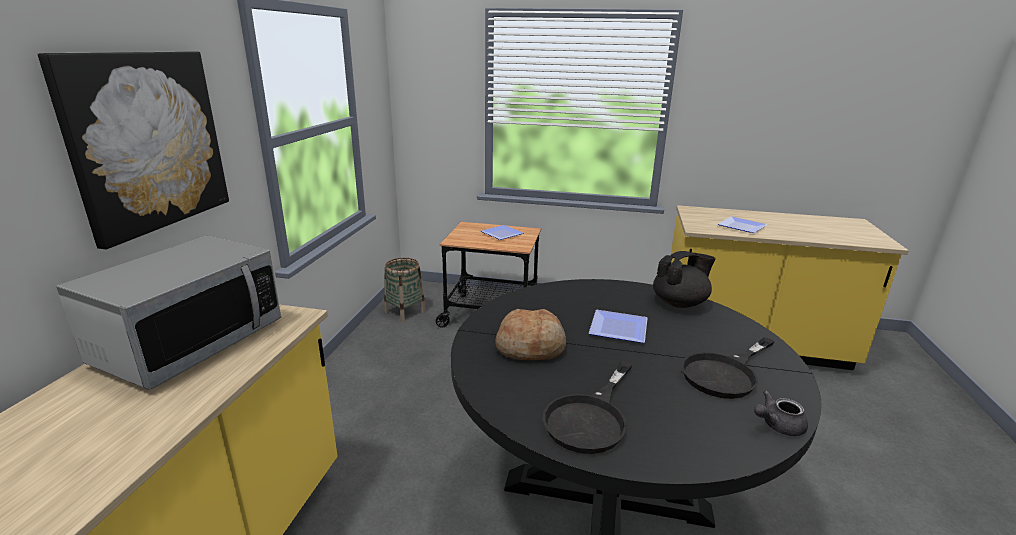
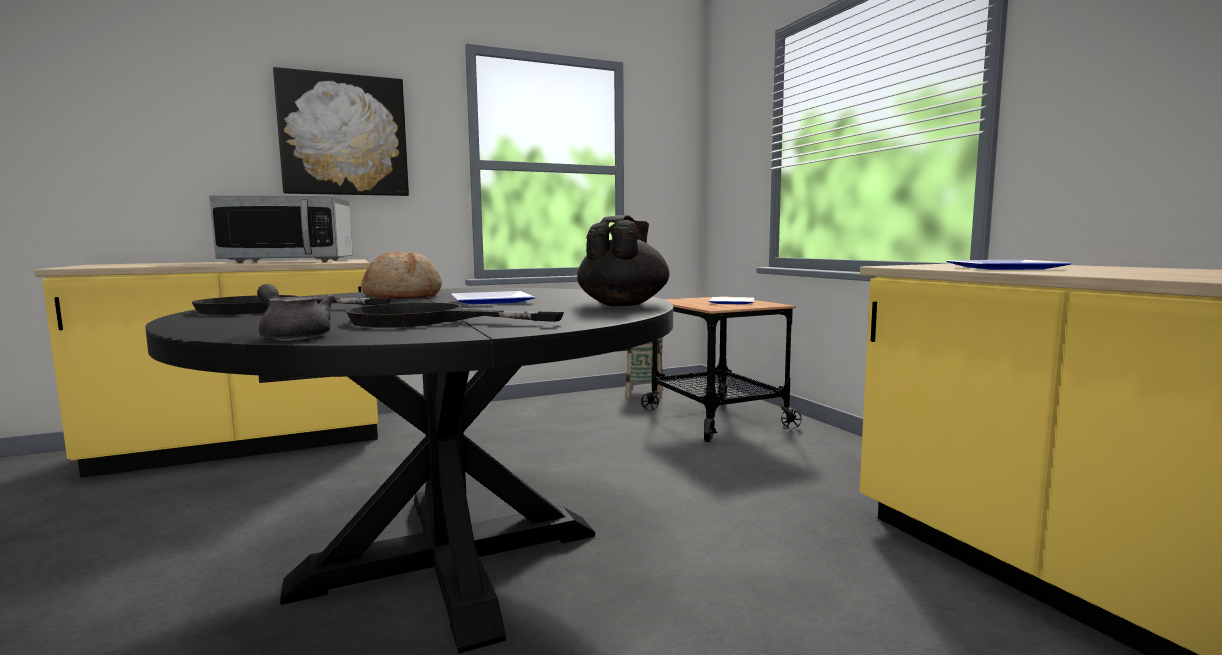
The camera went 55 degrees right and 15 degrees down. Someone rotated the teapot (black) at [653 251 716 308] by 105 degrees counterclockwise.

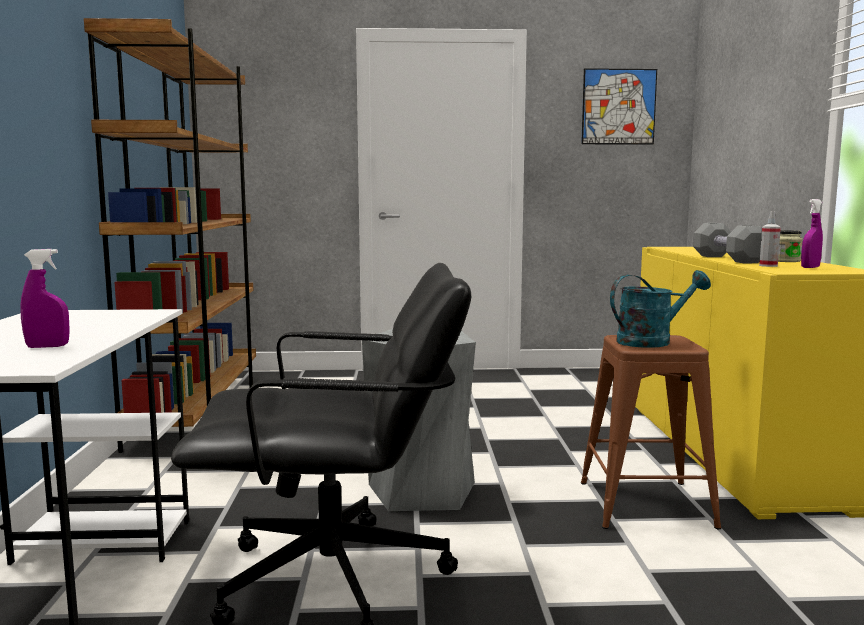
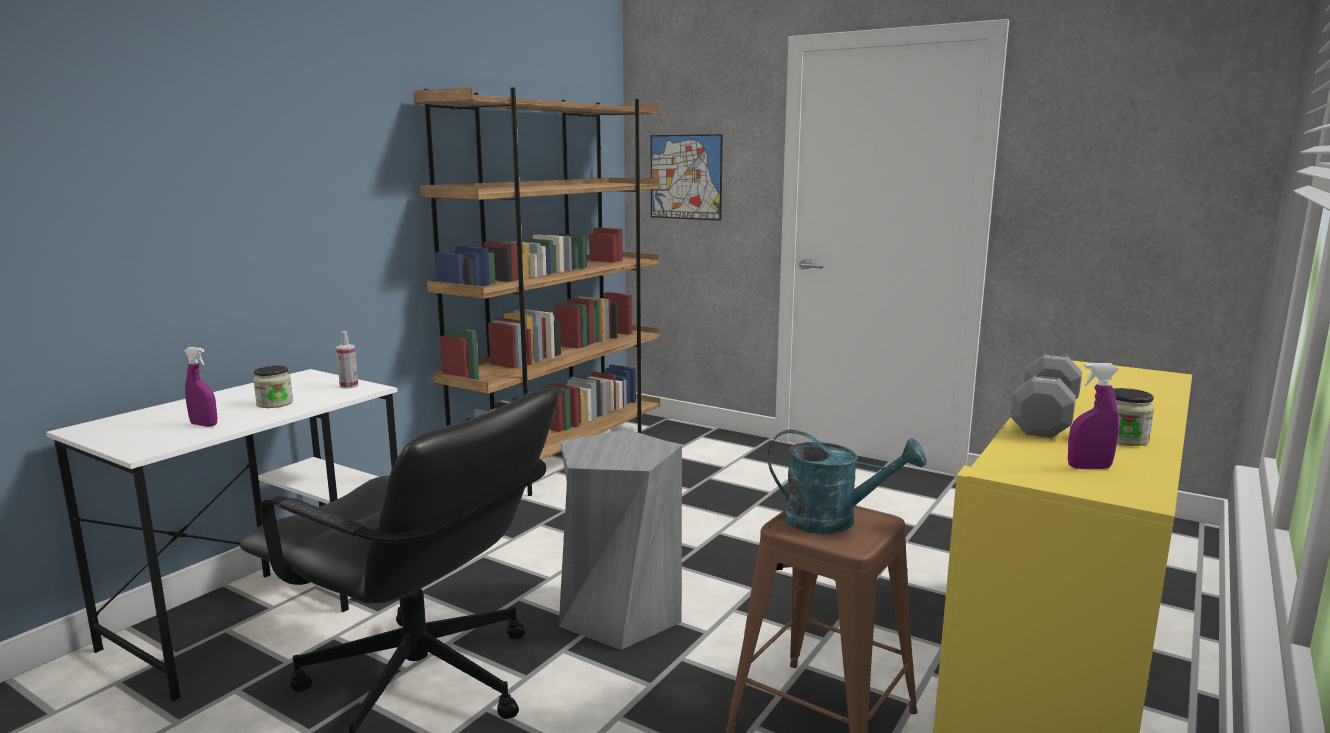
The camera went 35 degrees right and 5 degrees up. Someone put down the jar at [253 365 293 408]. Someone carried the spray bottle from [759 211 781 267] to [336 331 358 388]. Someone carried the picture from [581 68 657 145] to [651 134 723 221].

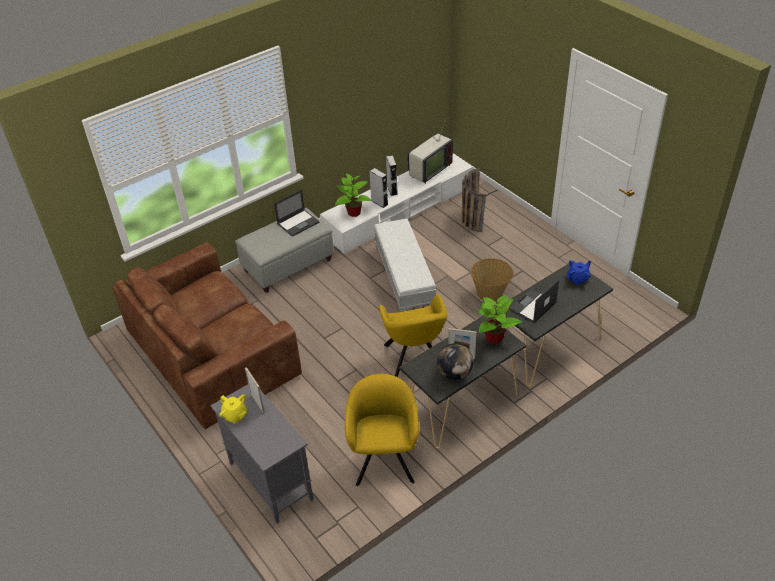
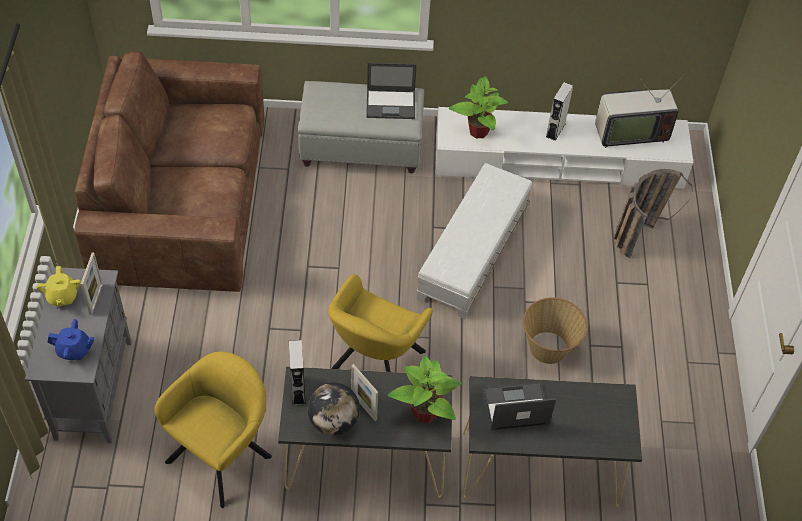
The camera went 35 degrees right and 10 degrees up. Someone carried the teapot (blue) from [567 260 591 285] to [48 319 95 360]. Someone carried the speaker (grey) from [369 168 388 208] to [289 340 306 406].

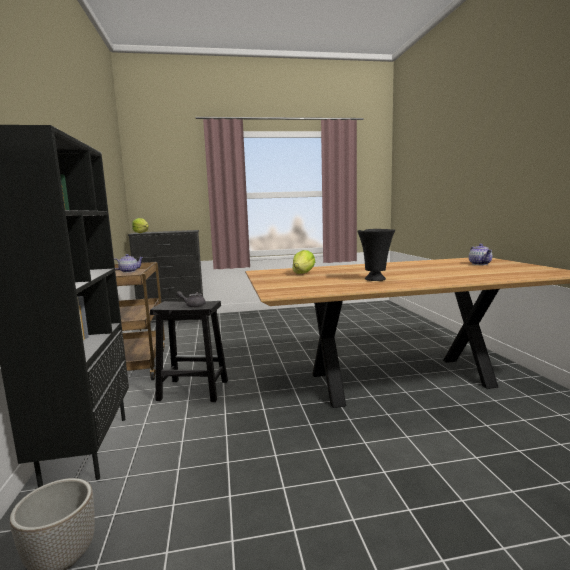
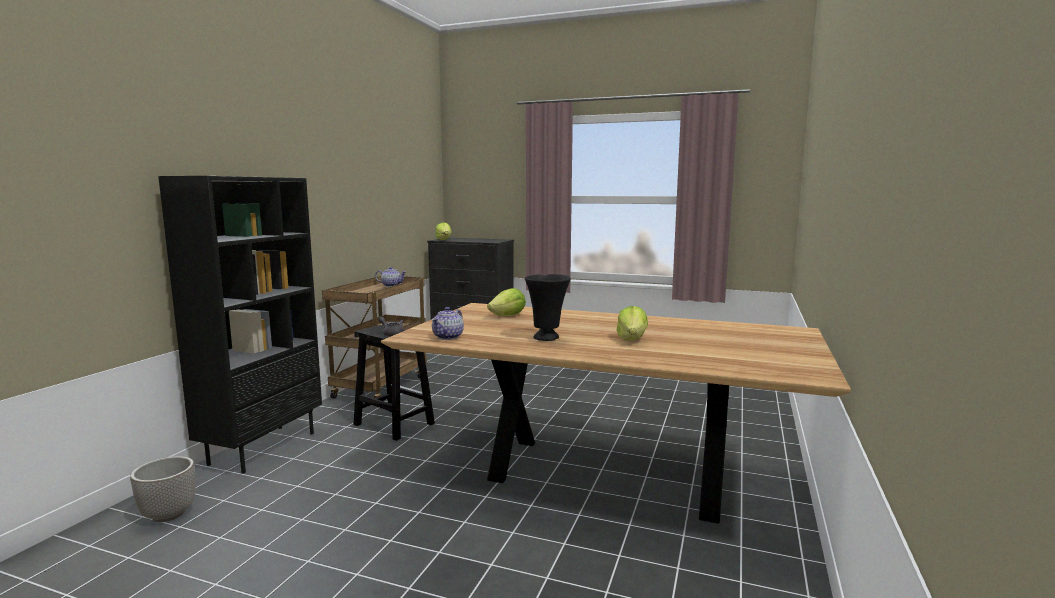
The camera went 30 degrees right and 0 degrees up. Someone carried the teapot from [469 244 492 265] to [432 307 464 340]. Someone put down the lettuce at [617 306 648 340].

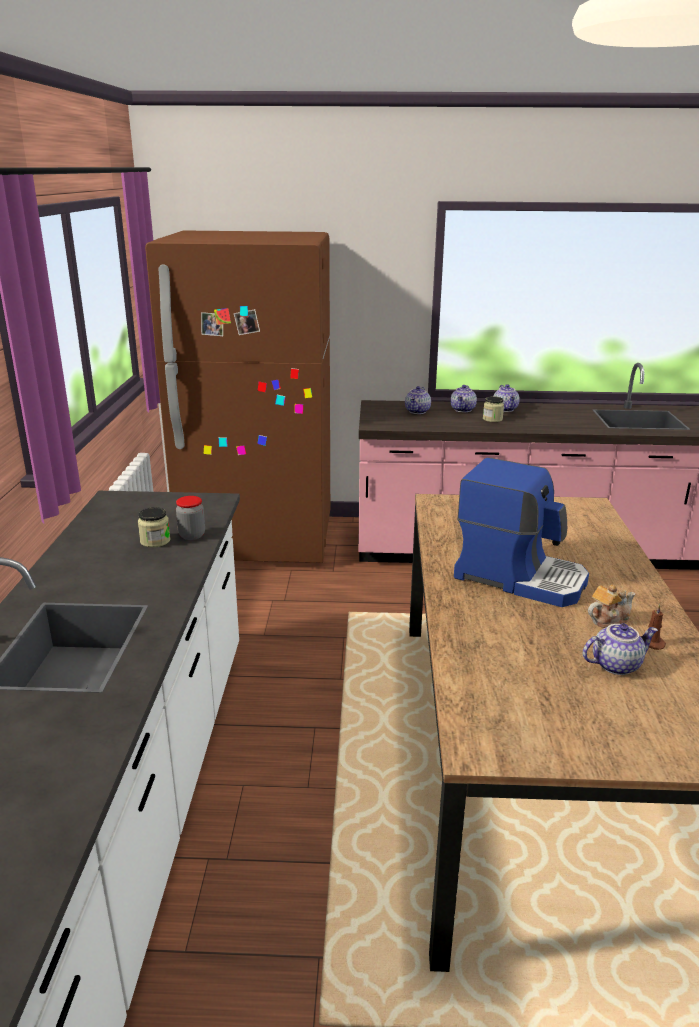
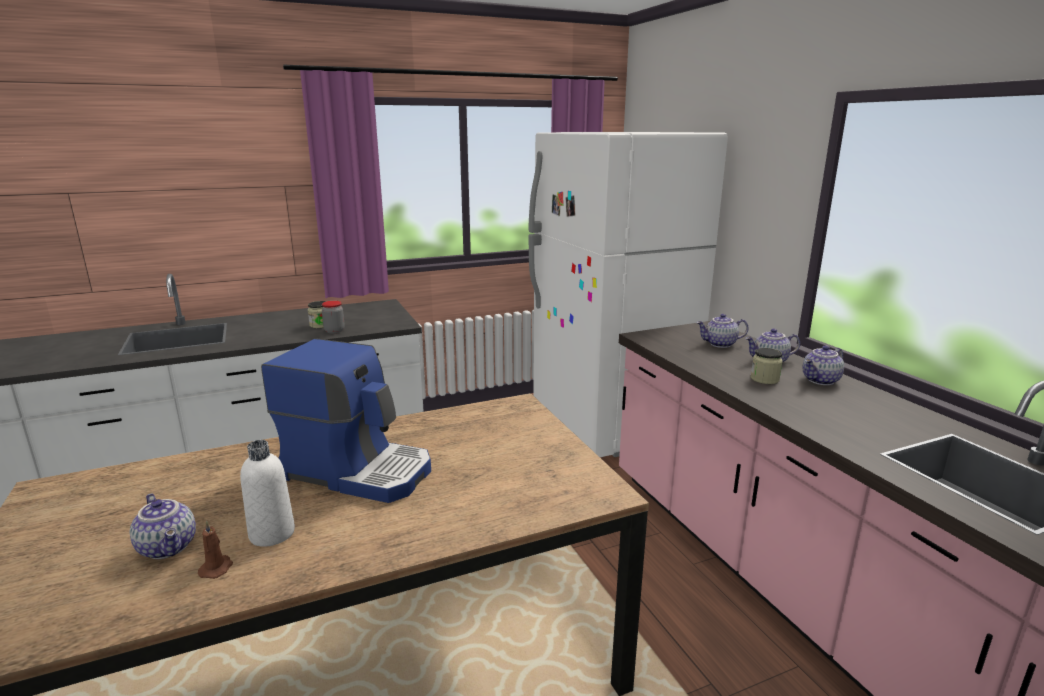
The camera went 65 degrees right and 5 degrees down. Someone swapped the teapot at [588 584 635 628] for the bottle (white) at [240 440 295 547]. Someone rotated the coffee machine at [454 457 589 607] by 75 degrees counterclockwise. Someone repainted the fridge (brown) at [145 231 330 563], which became the fridge (white) at [528 132 728 457].

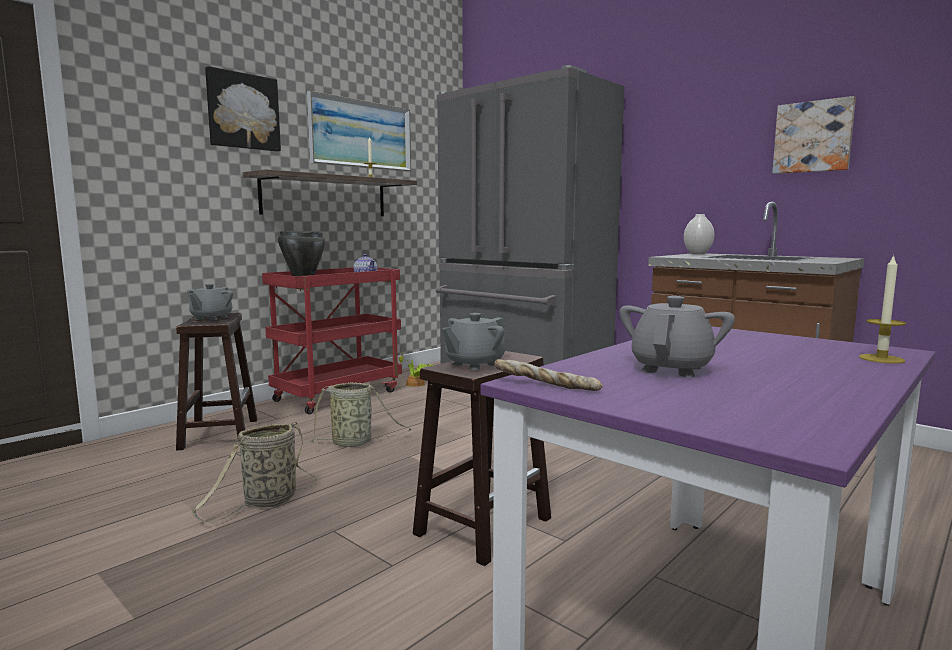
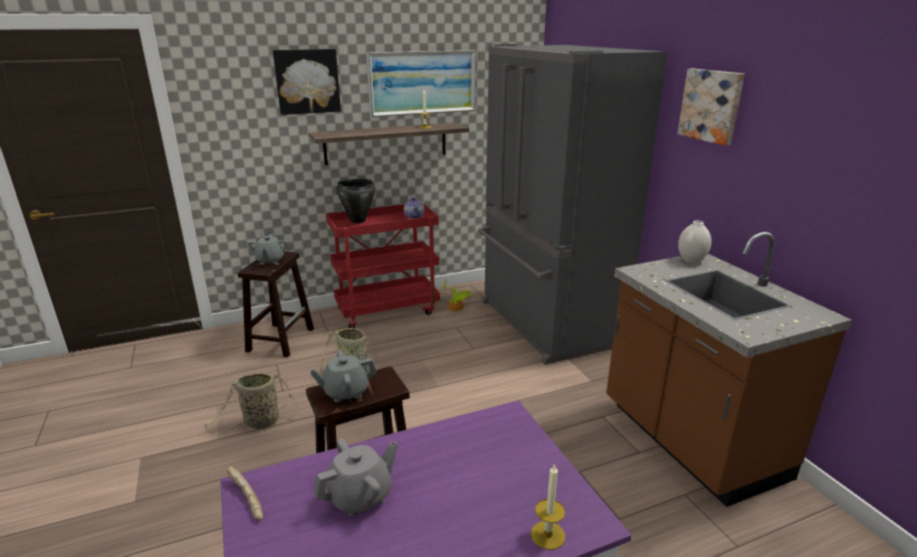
The camera went 25 degrees right and 15 degrees up. Someone rotated the teapot (grey) at [187 284 233 321] by 45 degrees counterclockwise. Someone carried the picture from [772 96 856 174] to [677 69 745 146].

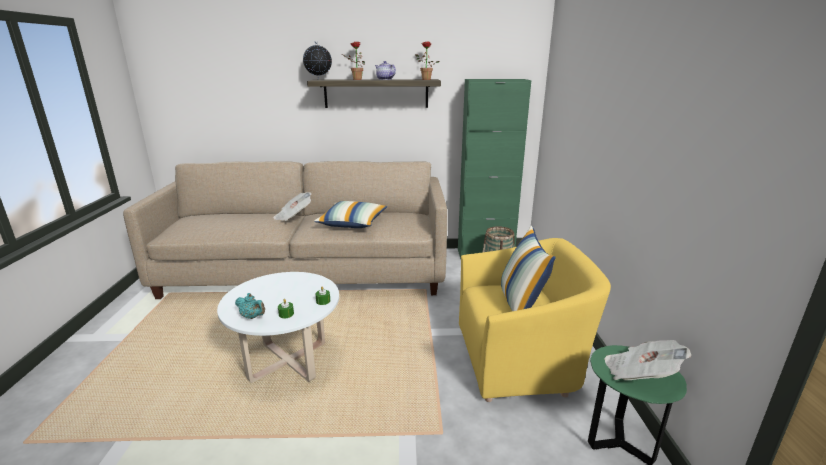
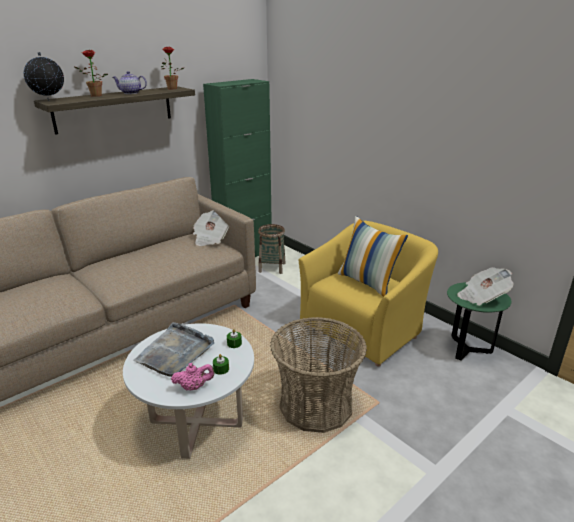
The camera went 40 degrees left and 5 degrees up. Someone put down the tray (grey) at [133 322 214 377]. Someone repainted the teapot (turquoise) at [235 293 265 319], which became the teapot (pink) at [171 363 215 391]. Someone carried the newspaper from [273 192 312 221] to [193 210 229 246]. Someone put down the basket at [270 317 367 433]. Someone took away the pillow at [314 201 387 228].

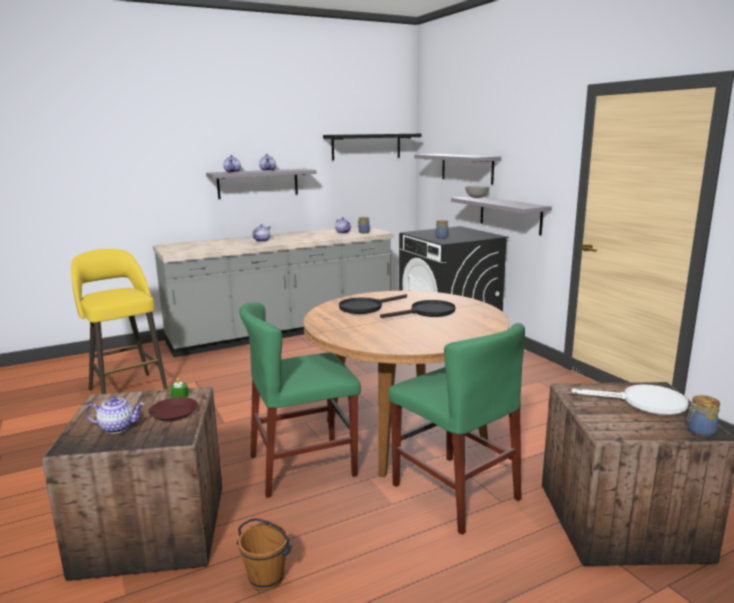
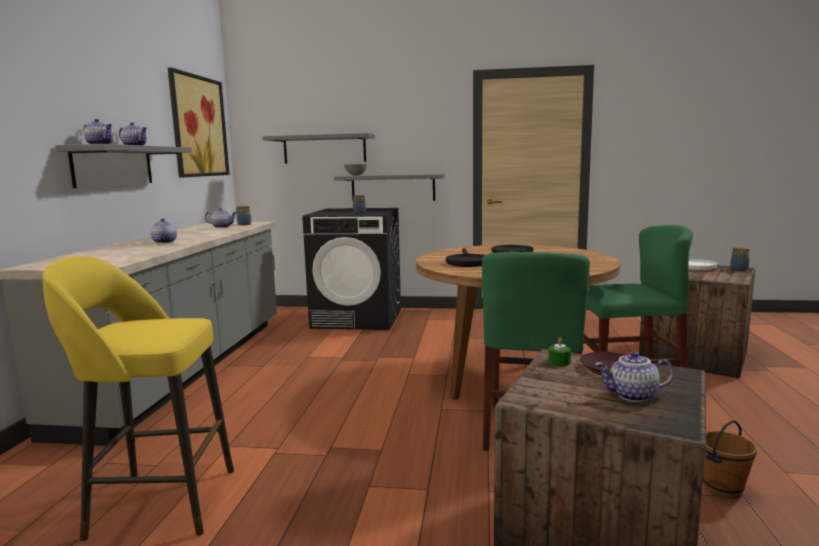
The camera went 55 degrees left and 5 degrees down. Someone swapped the shelf (black) at [323 134 422 160] for the picture at [168 68 229 178]. Someone rotated the teapot at [85 396 144 434] by 120 degrees counterclockwise.

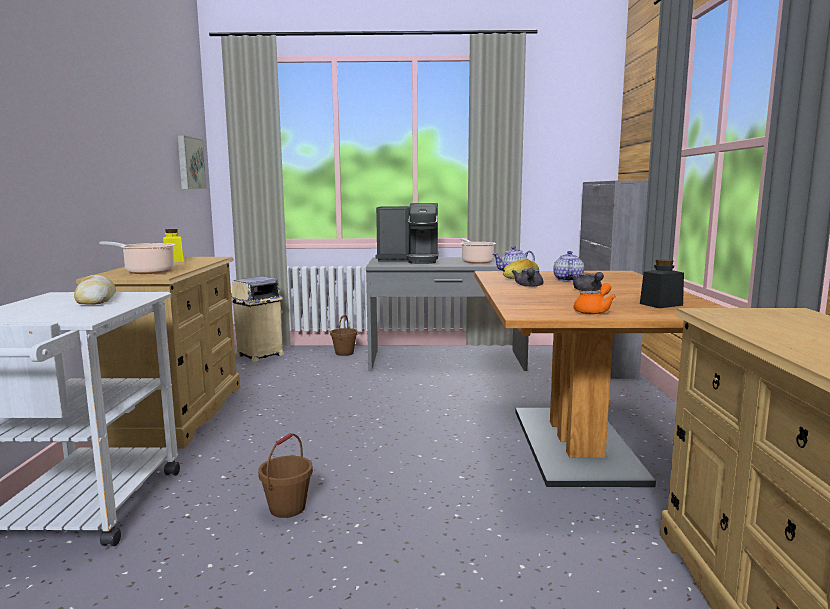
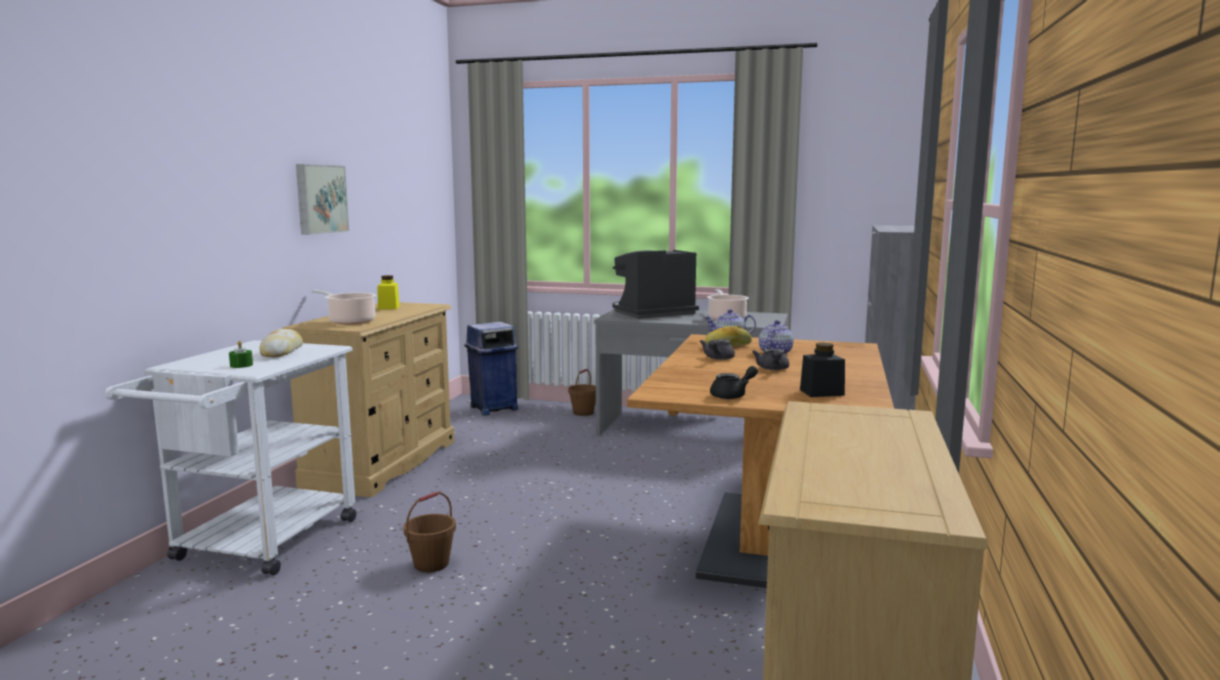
The camera went 15 degrees right and 0 degrees up. Someone put down the candle (green) at [229 341 253 368]. Someone carried the picture from [177 135 207 189] to [296 164 349 235]. Someone repainted the trash can (beige) at [231 276 284 362], which became the trash can (blue) at [465 322 518 415]. Someone rotated the coffee machine at [375 203 438 264] by 135 degrees clockwise. Someone repainted the teapot (orange) at [573 283 616 314], which became the teapot (black) at [710 366 758 399].

